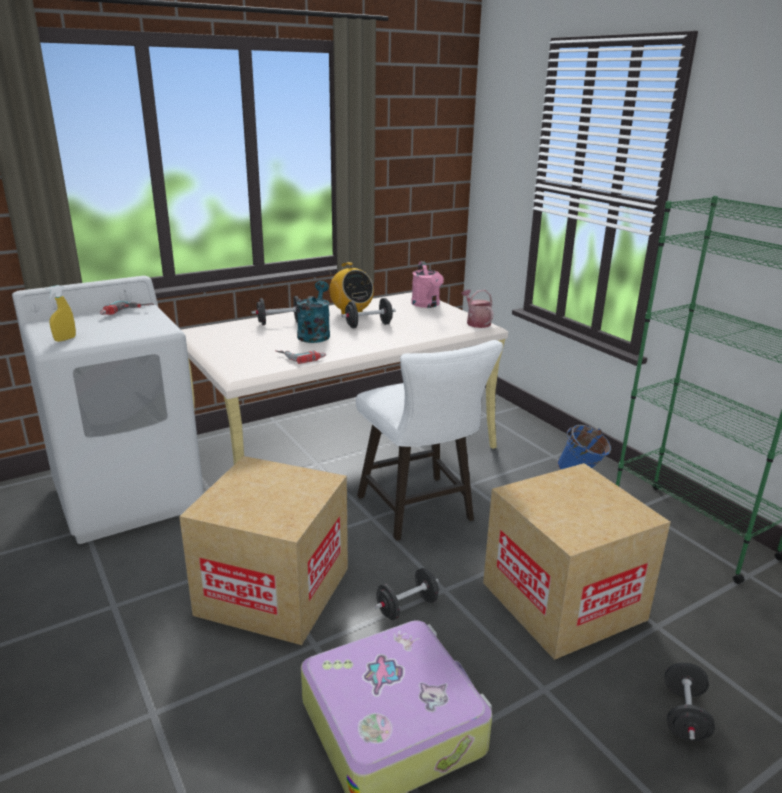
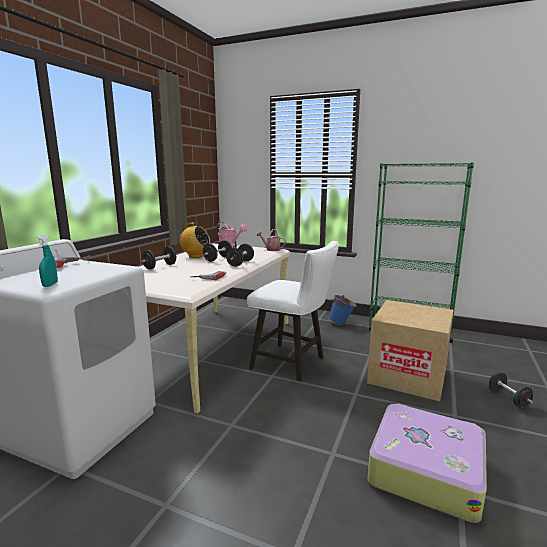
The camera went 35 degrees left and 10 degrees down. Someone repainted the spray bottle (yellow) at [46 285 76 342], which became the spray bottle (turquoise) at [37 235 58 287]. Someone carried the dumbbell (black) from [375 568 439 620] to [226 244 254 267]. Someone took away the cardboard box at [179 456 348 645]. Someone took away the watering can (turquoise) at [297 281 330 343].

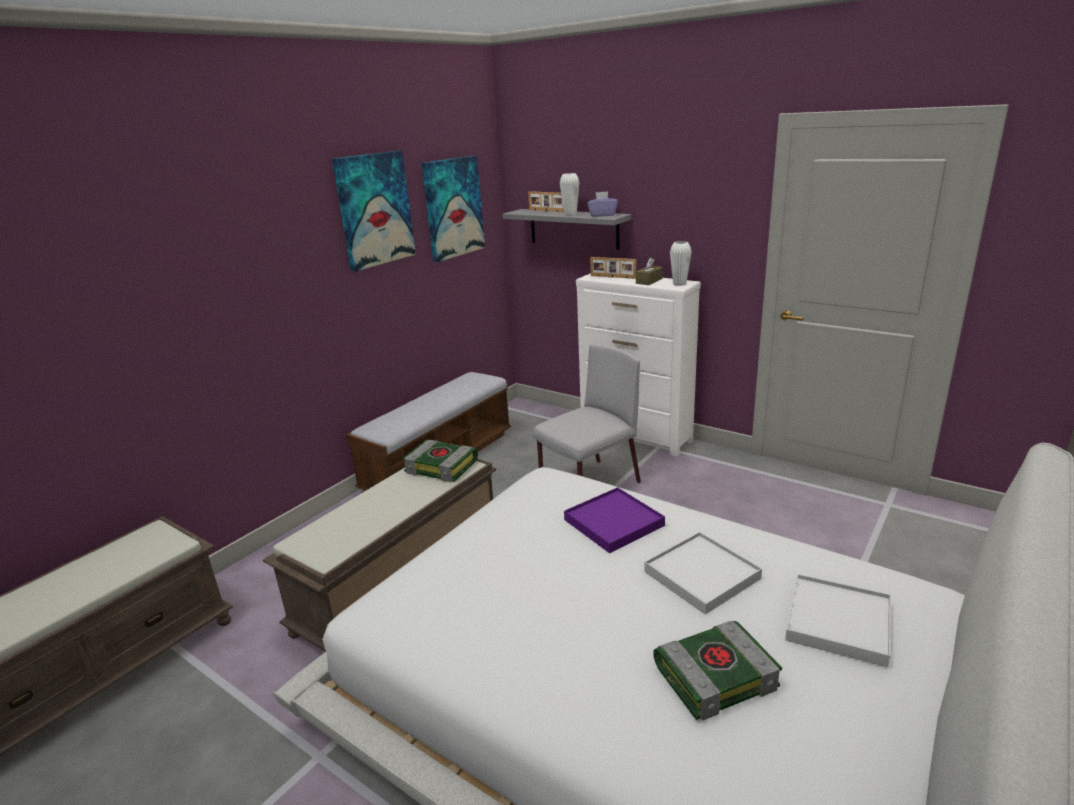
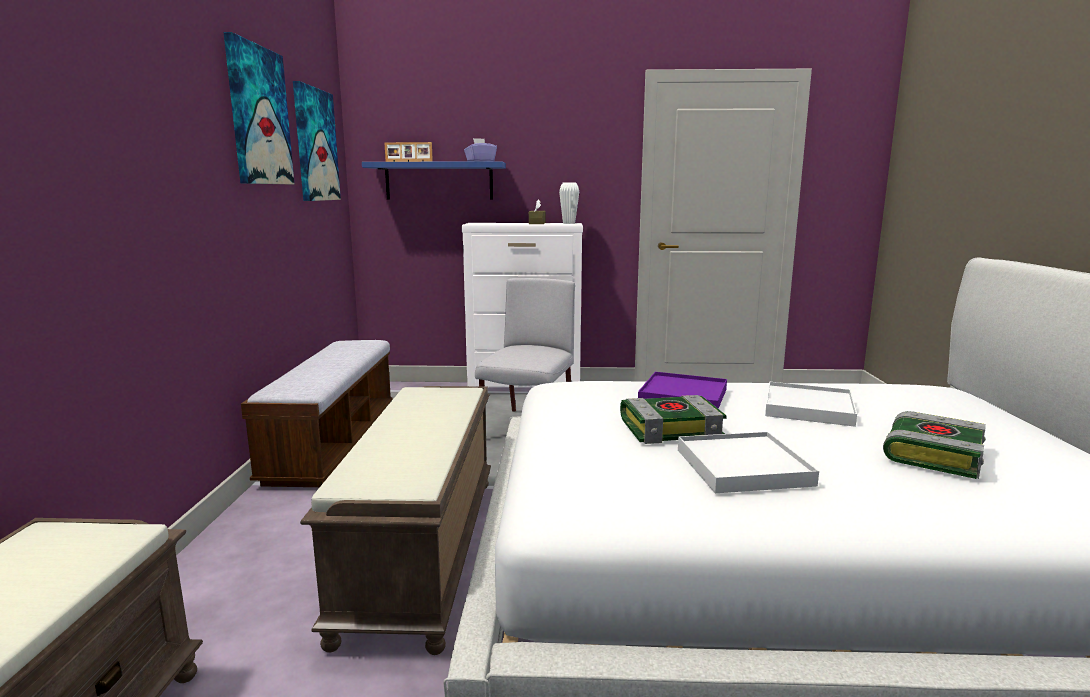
The camera went 35 degrees left and 10 degrees down. Someone repainted the shelf (grey) at [503 209 631 250], which became the shelf (blue) at [362 162 506 199]. Someone carried the book from [402 440 478 483] to [620 395 727 444]. Someone carried the tray (white) from [785 574 891 667] to [678 432 819 493]. Someone took away the vase (white) at [560 173 579 215]. Someone took away the picture frame at [590 257 636 279].

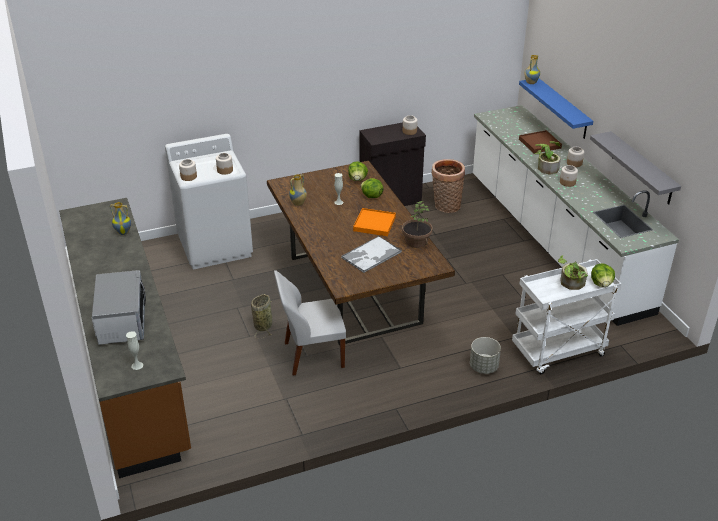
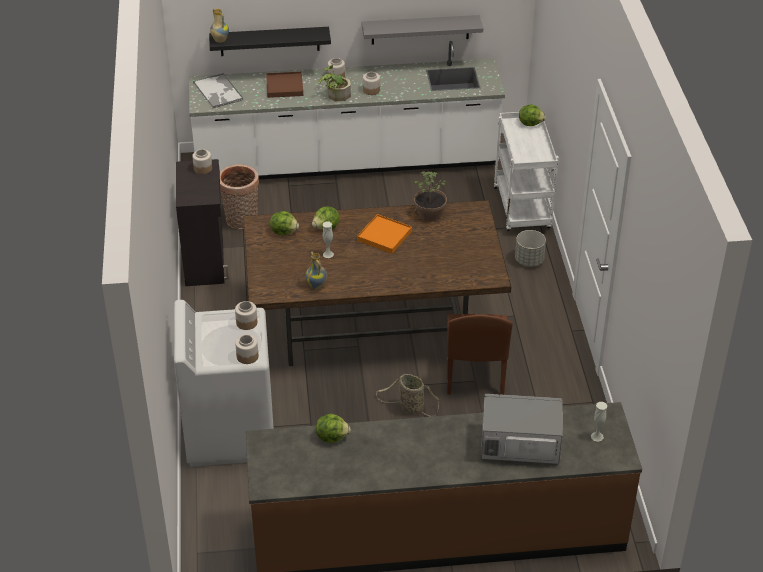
The camera went 75 degrees left and 5 degrees up. Someone carried the tray from [341 236 402 273] to [193 73 243 108]. Someone repainted the shelf (blue) at [519 79 593 139], which became the shelf (black) at [209 27 331 56]. Someone swapped the vase at [110 202 131 235] for the lettuce at [316 414 351 443]. Someone repainted the chair (white) at [274 270 346 376], which became the chair (brown) at [447 314 513 395]. Someone took away the potted plant at [558 255 588 290].

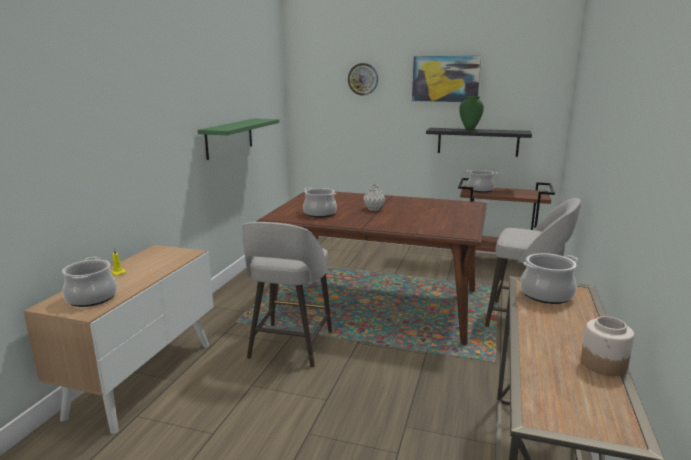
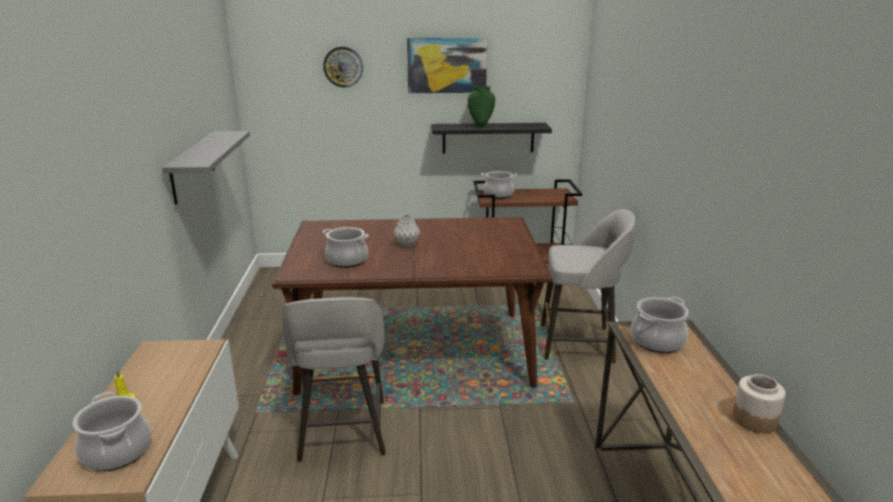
The camera went 20 degrees left and 5 degrees up. Someone repainted the shelf (green) at [198 118 279 160], which became the shelf (grey) at [162 131 250 205].

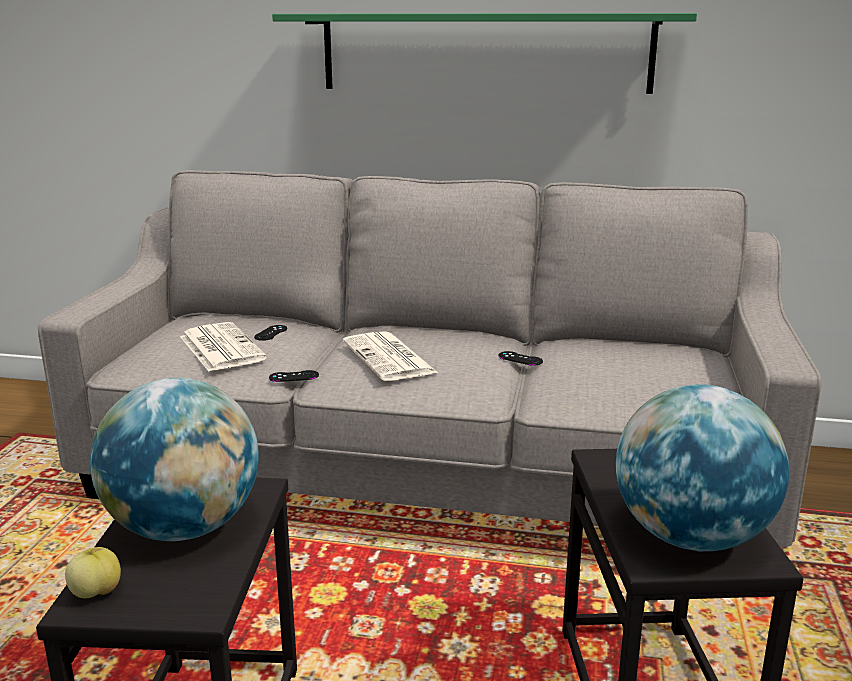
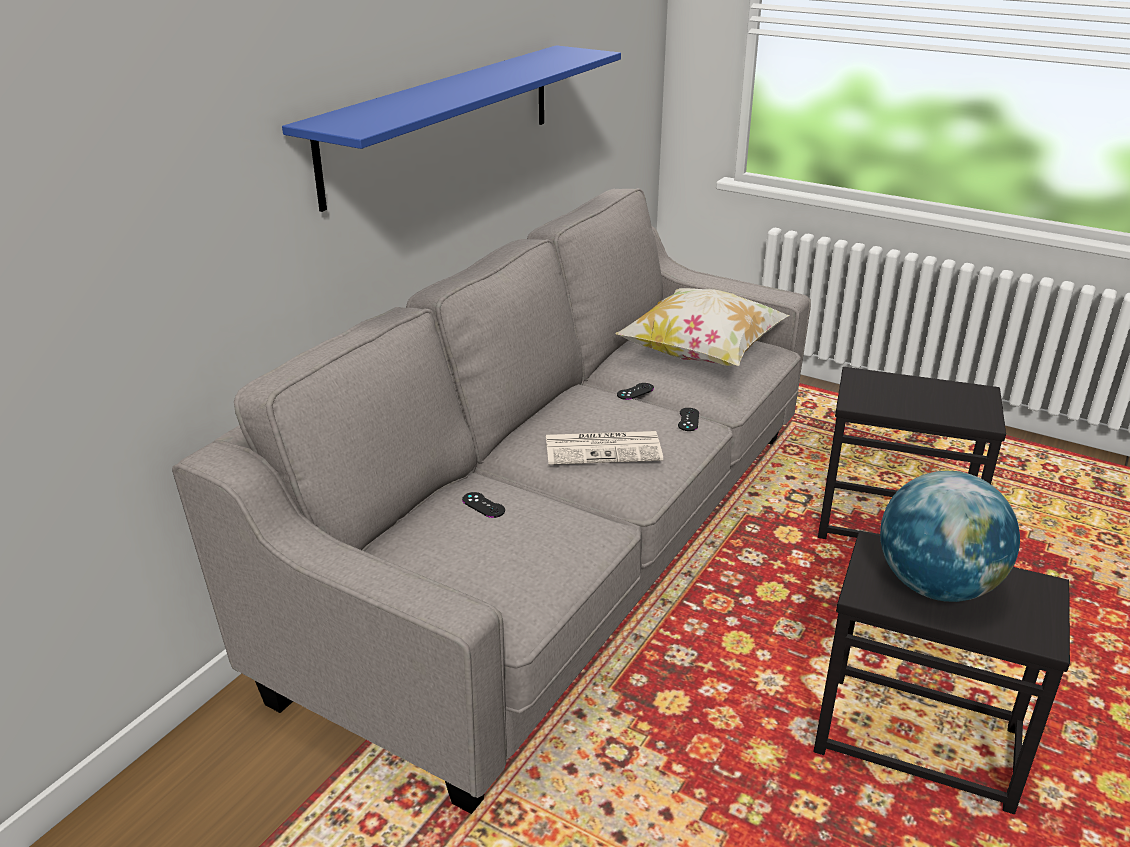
The camera went 70 degrees left and 10 degrees up. Someone repainted the shelf (green) at [272 13 697 94], which became the shelf (blue) at [282 45 621 212]. Someone put down the pillow at [615 288 790 366]. Someone carried the game controller (black) from [269 370 319 382] to [678 408 699 431]. Someone took away the apple at [65 547 121 598]. Someone took away the newspaper at [180 322 267 371]. Someone took away the globe at [616 384 789 551].

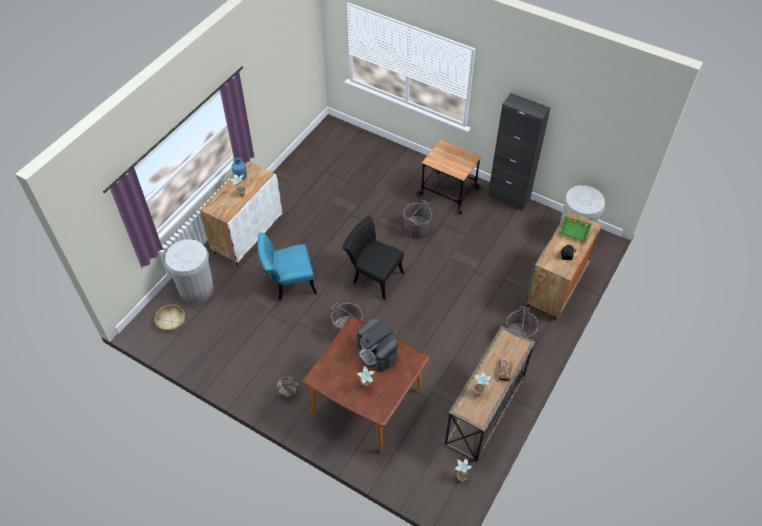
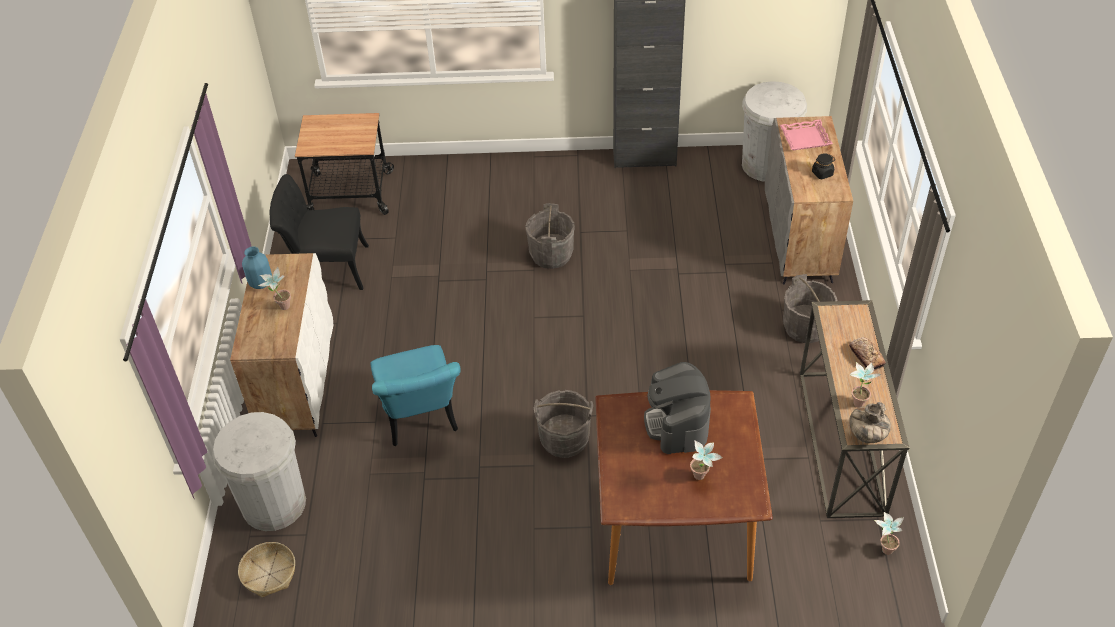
The camera went 30 degrees left and 5 degrees down. Someone carried the chair (black) from [343 216 404 300] to [270 174 369 290]. Someone carried the cart from [416 140 482 214] to [295 113 394 215]. Someone rotated the chair (turquoise) at [257 232 317 301] by 60 degrees counterclockwise. Someone rotated the coffee machine at [356 318 398 372] by 60 degrees clockwise. Someone repainted the tray (green) at [559 216 592 242], which became the tray (pink) at [780 119 833 150]. Someone carried the vase from [277 376 299 398] to [849 402 891 443].

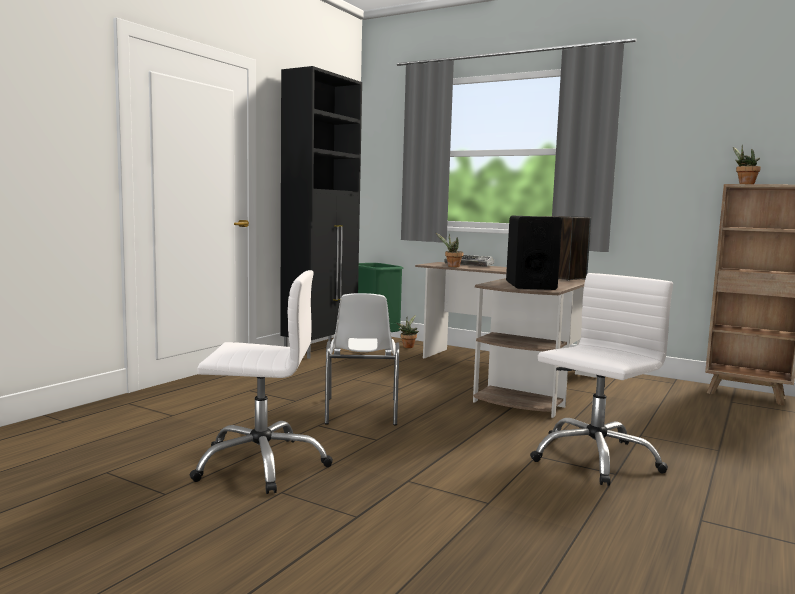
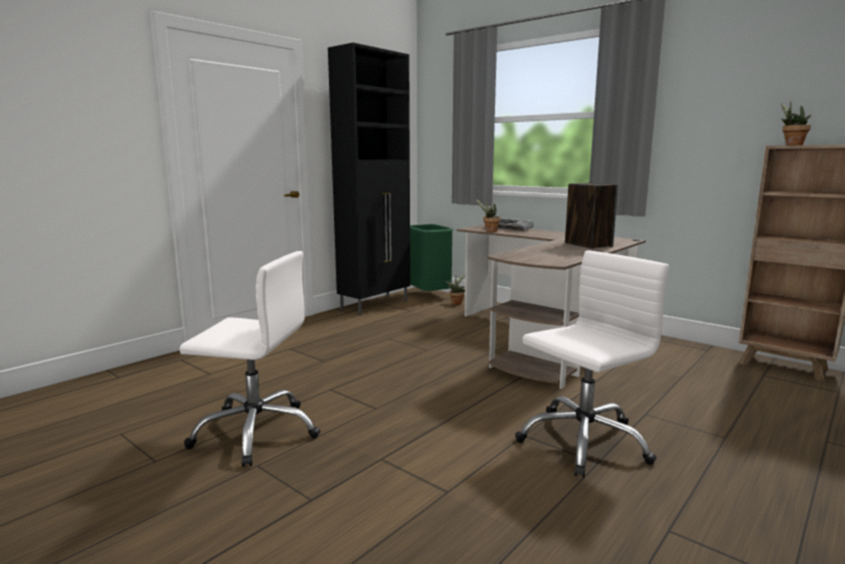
The camera went 10 degrees right and 5 degrees up. Someone took away the chair (white) at [325 293 399 425]. Someone took away the speaker (black) at [506 216 562 290].

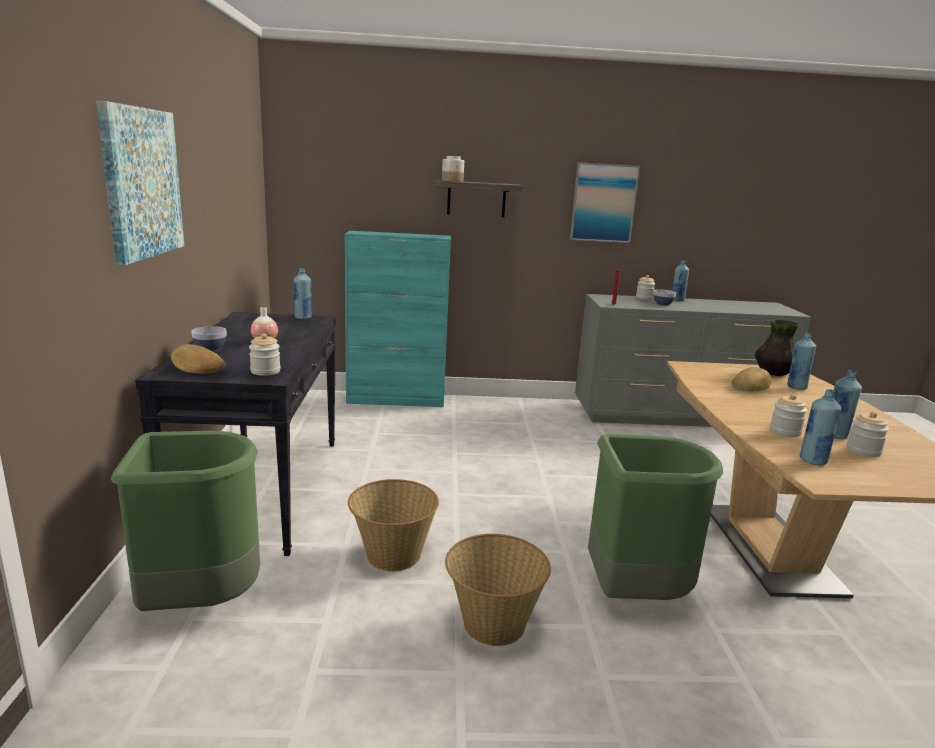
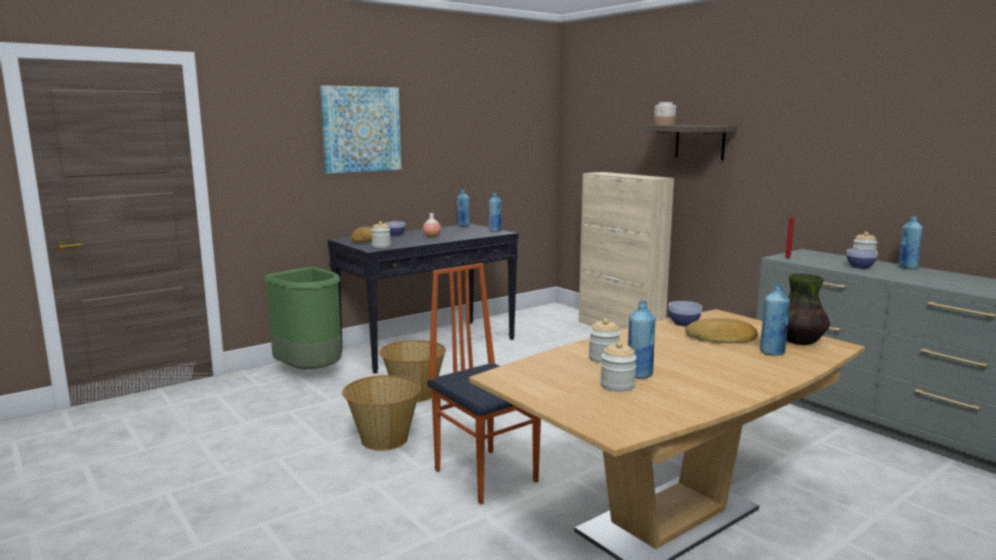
The camera went 55 degrees right and 5 degrees down. Someone swapped the trash can (green) at [588 434 723 600] for the chair at [427 263 541 505]. Someone carried the bottle (blue) from [800 389 841 465] to [457 189 470 227]. Someone repainted the cabinet (turquoise) at [345 231 451 407], which became the cabinet (beige) at [579 172 674 330]. Someone put down the bowl at [669 301 702 327]. Someone took away the picture at [570 162 640 243].

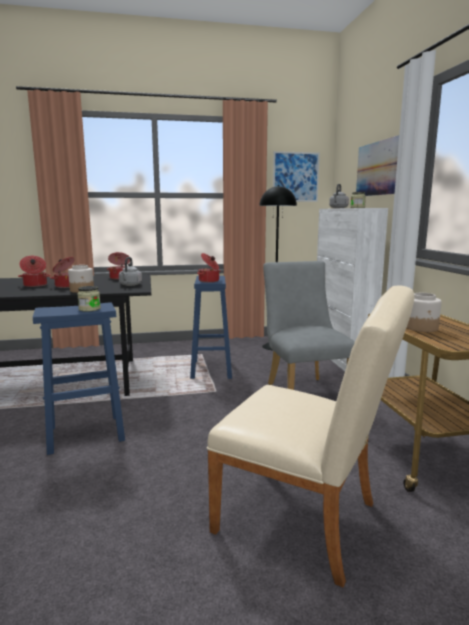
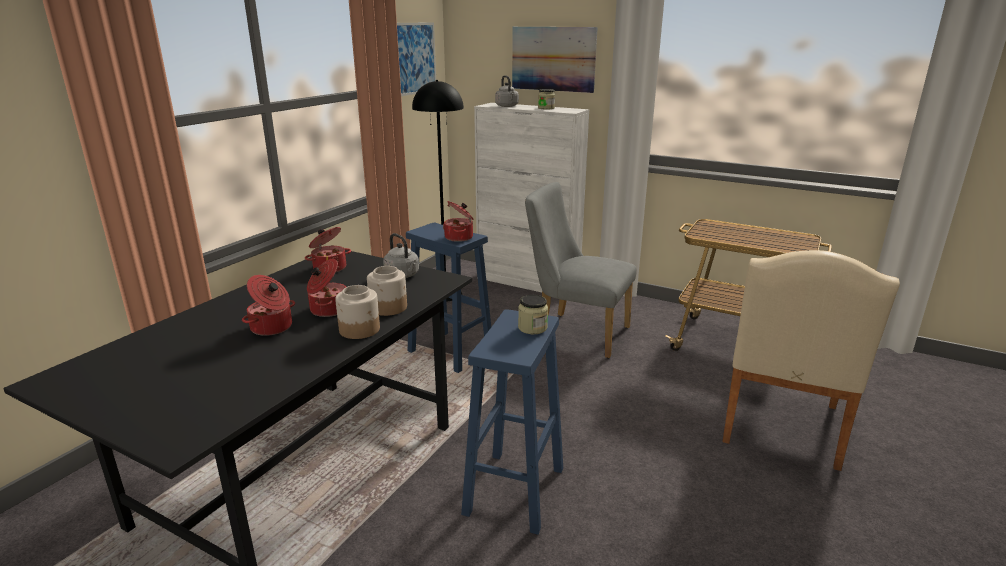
The camera went 50 degrees left and 10 degrees up. Someone carried the jar from [406 293 442 332] to [335 285 380 339]. Someone rotated the chair (beige) at [207 286 414 587] by 135 degrees clockwise.

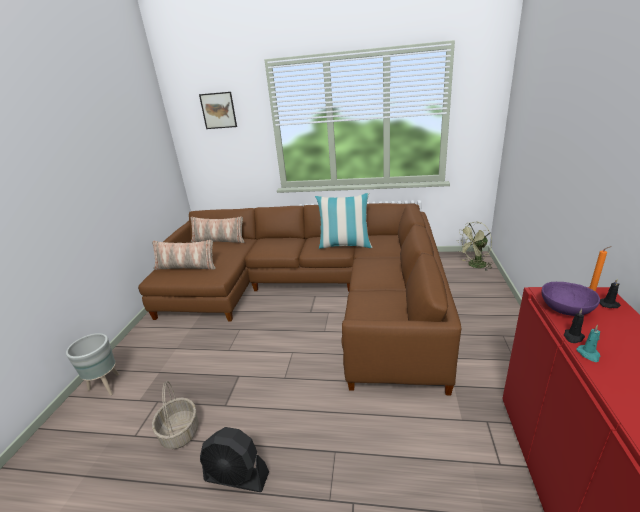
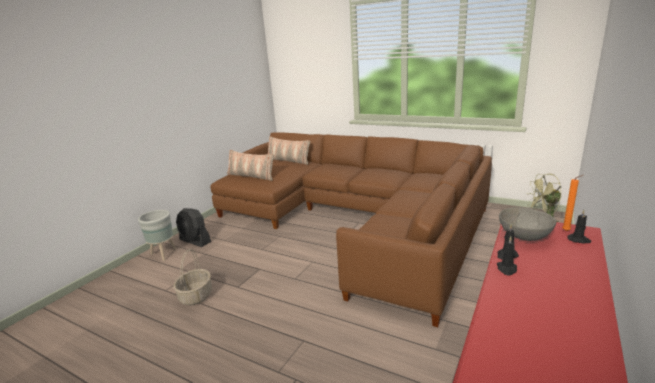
The camera went 20 degrees right and 5 degrees down. Someone carried the fan (black) from [200 427 269 492] to [176 208 211 247]. Someone repainted the candle (turquoise) at [576 325 600 362], which became the candle (black) at [497 236 517 275]. Someone repainted the bowl (purple) at [542 282 600 316], which became the bowl (grey) at [499 207 556 241]. Someone took away the picture at [199 92 237 129]. Someone took away the pillow at [315 193 373 249].

